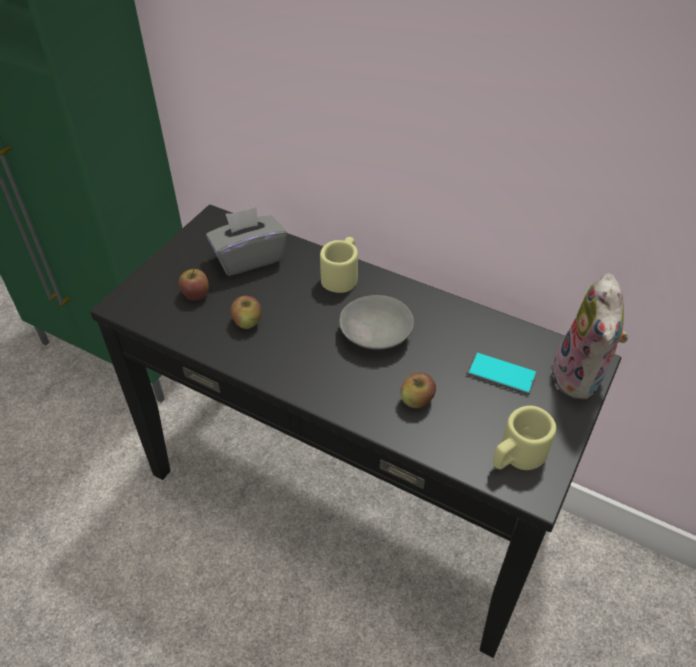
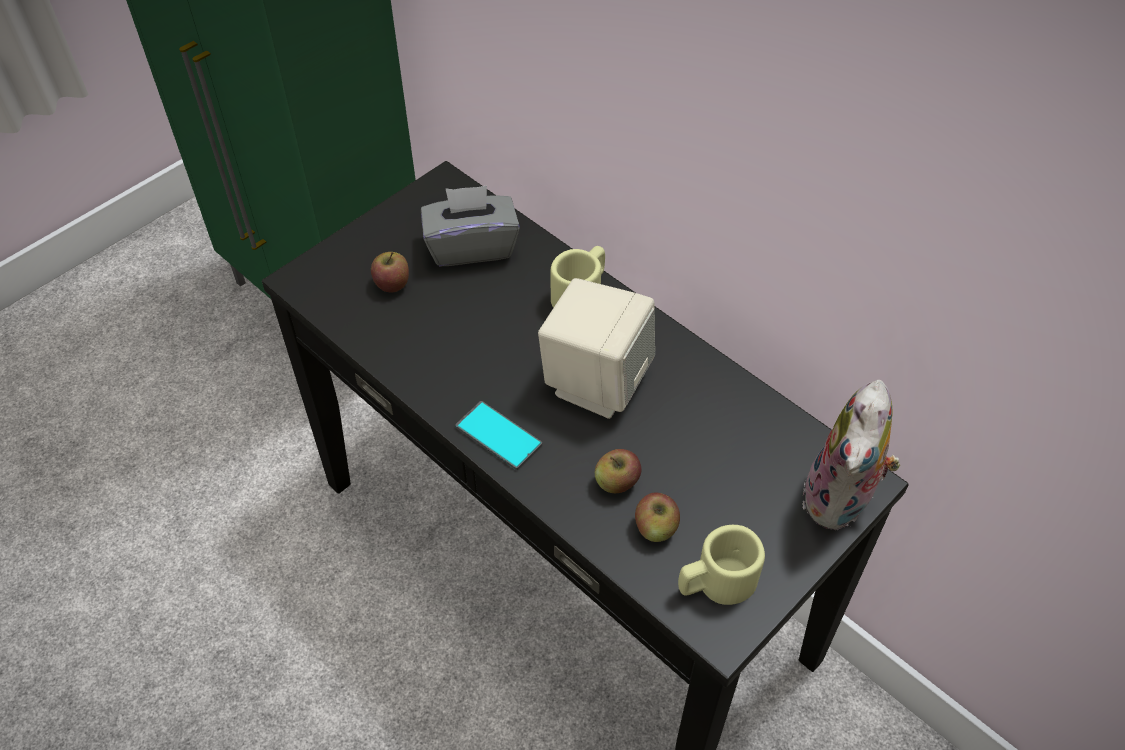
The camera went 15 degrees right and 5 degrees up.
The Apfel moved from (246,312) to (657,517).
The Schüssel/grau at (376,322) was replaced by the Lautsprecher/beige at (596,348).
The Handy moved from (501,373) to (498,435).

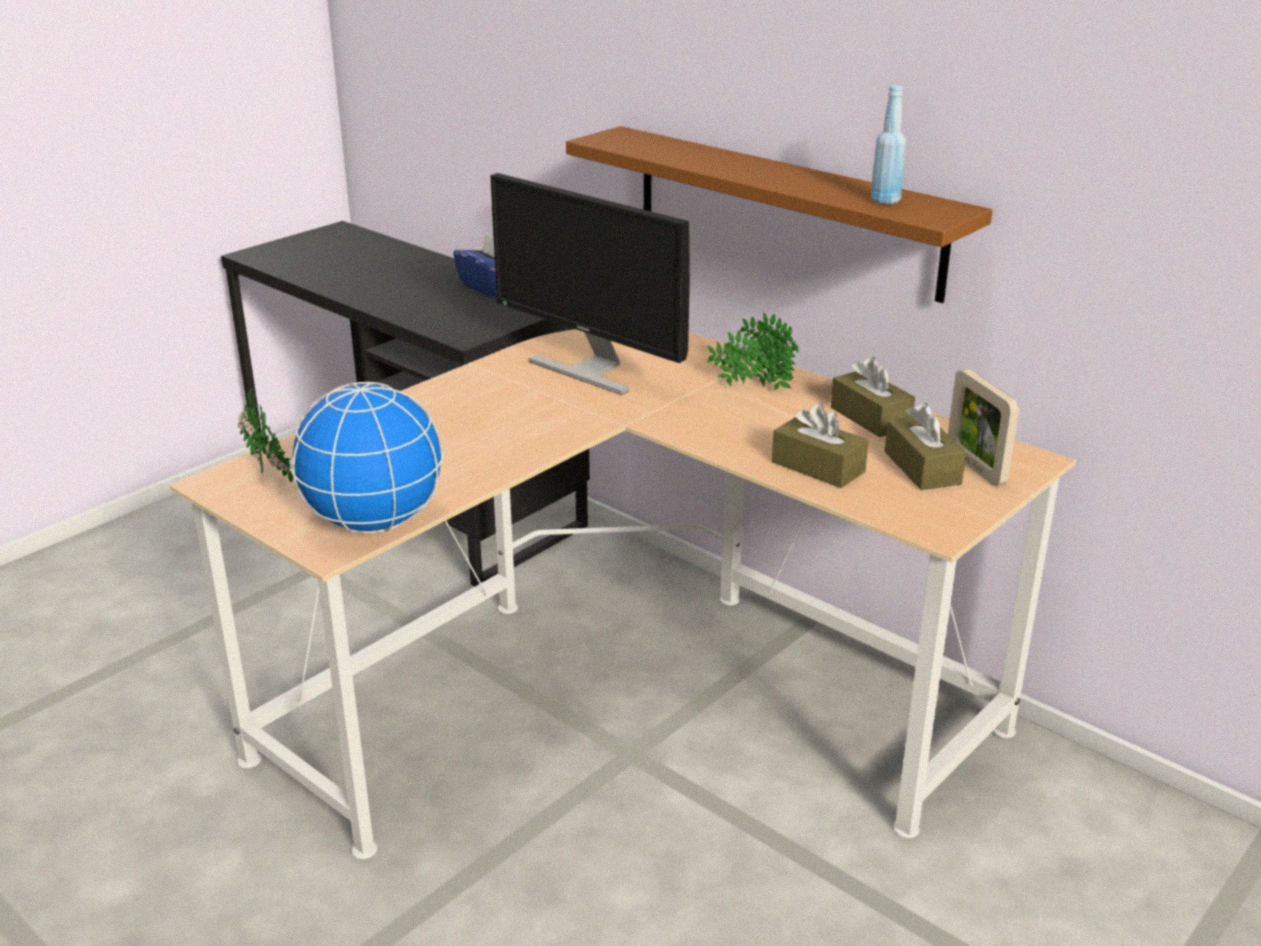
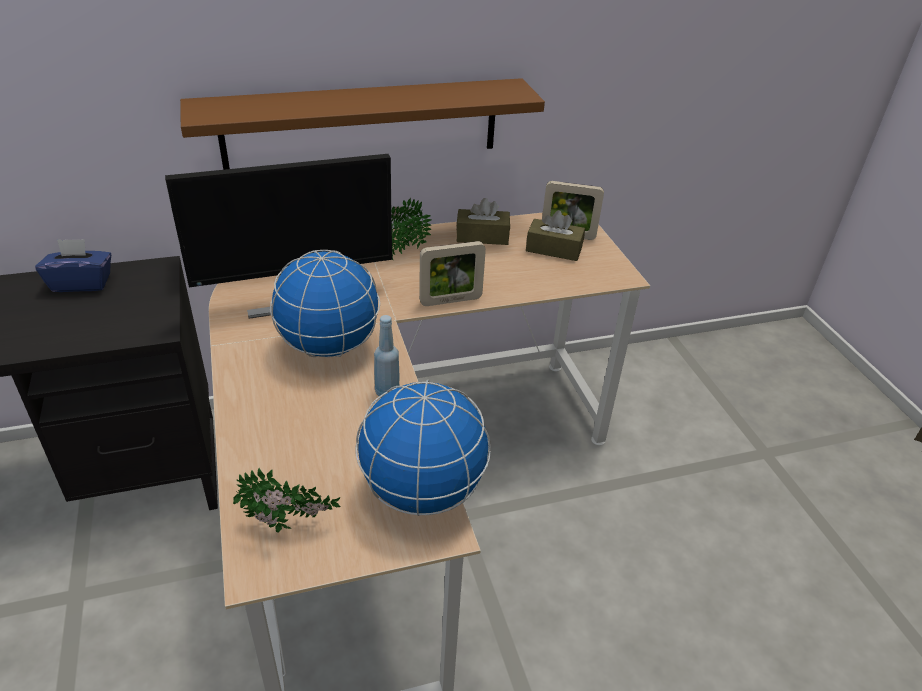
The camera went 60 degrees left and 10 degrees up.
The Taschentuchbox/braun at (820,445) disappeared.
The Flasche/blau moved from (888,144) to (387,356).
The Globus at (325,303) appeared.
The Bilderrahmen at (452,273) appeared.

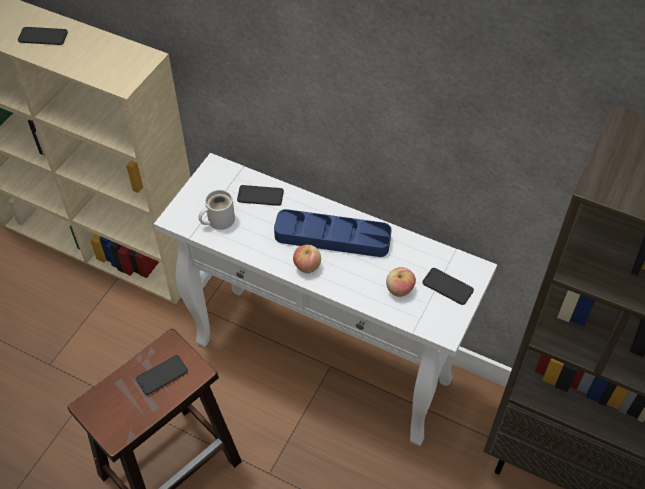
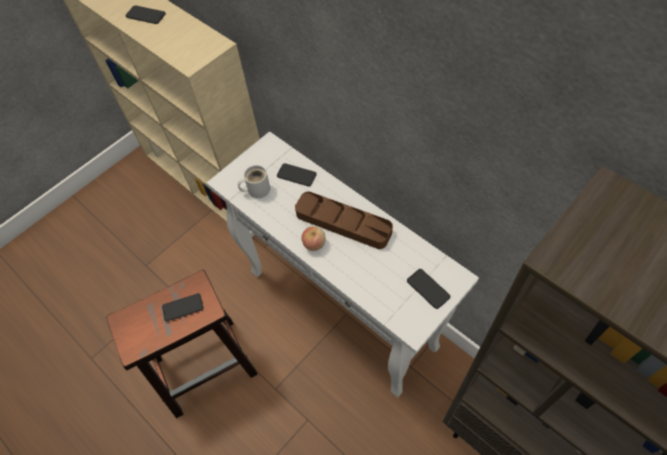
The camera went 20 degrees right and 5 degrees up.
The Tablett/blau at (333,233) became the Tablett/braun at (344,220).
The Apfel at (401,282) disappeared.

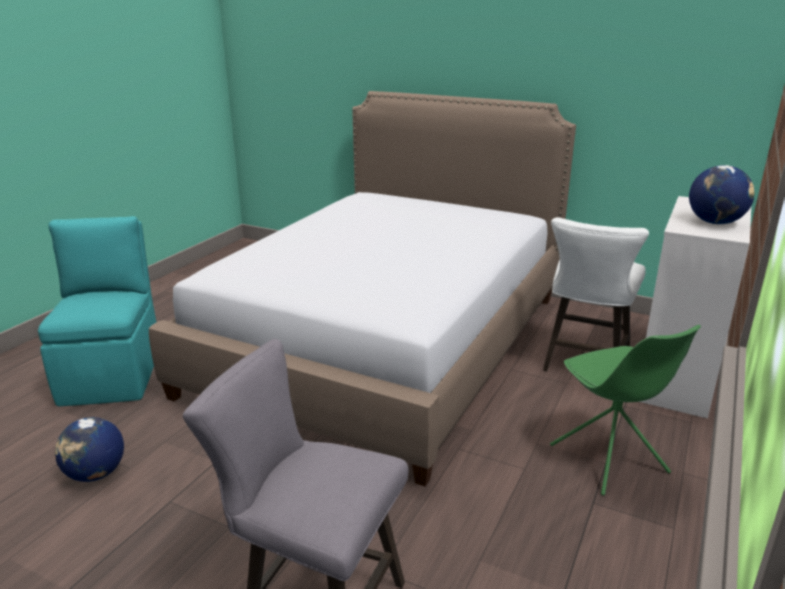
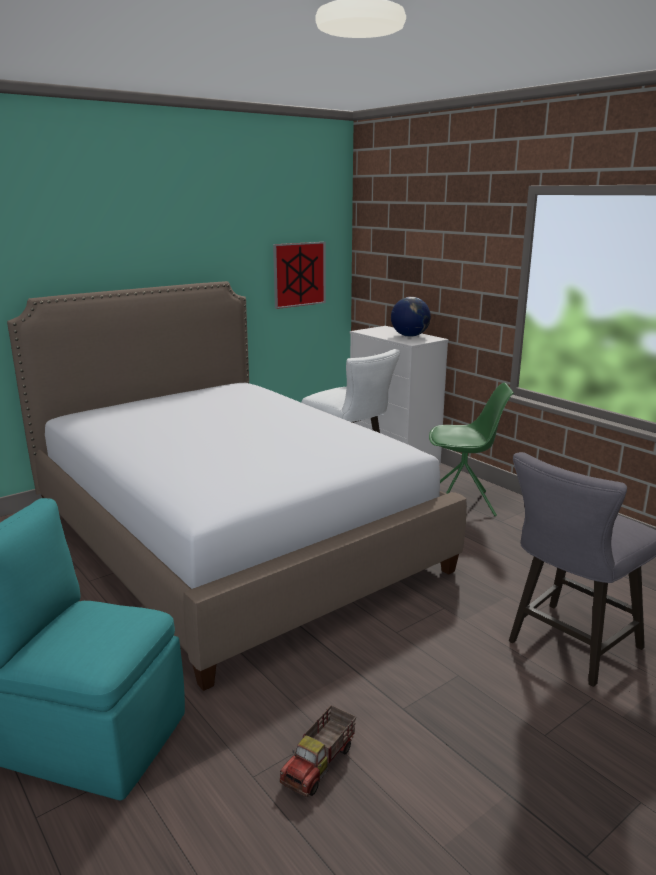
The camera went 65 degrees left and 5 degrees down.
The Globus at (89,449) was replaced by the Spielzeuglaster at (318,751).
The Bild at (299,275) appeared.

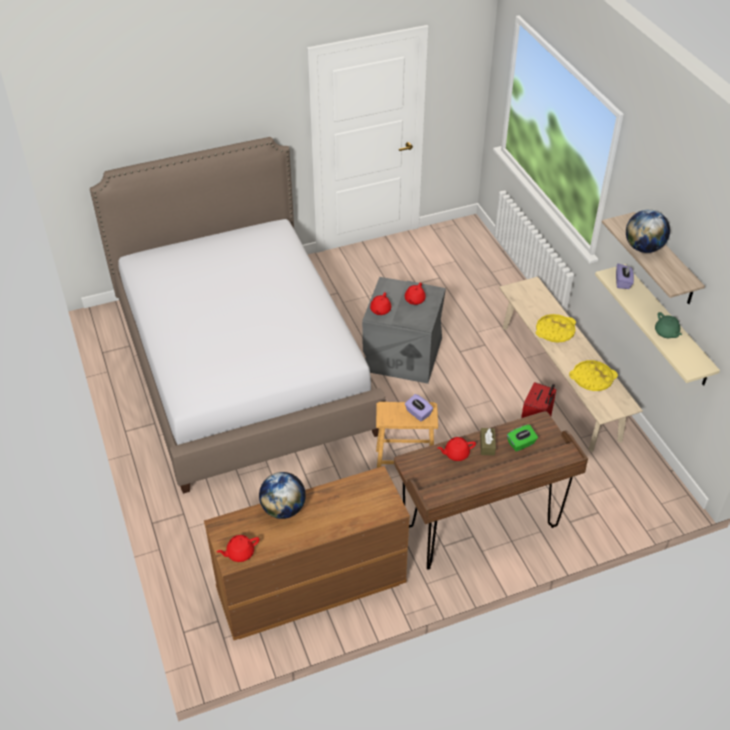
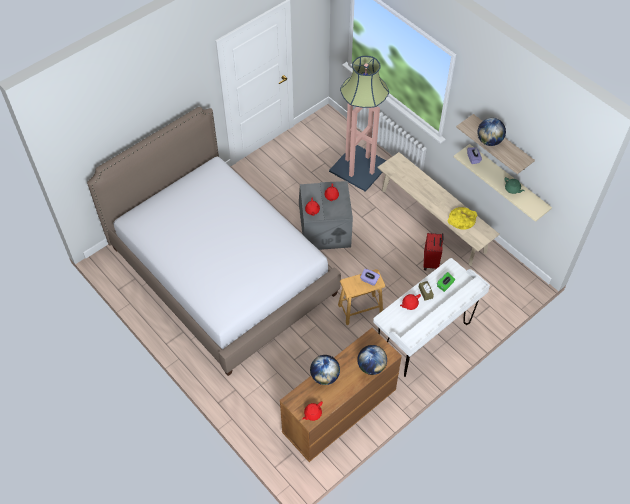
The camera went 20 degrees left and 10 degrees up.
The Schreibtisch/braun at (491,490) became the Schreibtisch/weiß at (431,317).
The Tablett/gelb at (556,328) disappeared.
The Stehlampe at (359,124) appeared.
The Globus at (372,360) appeared.

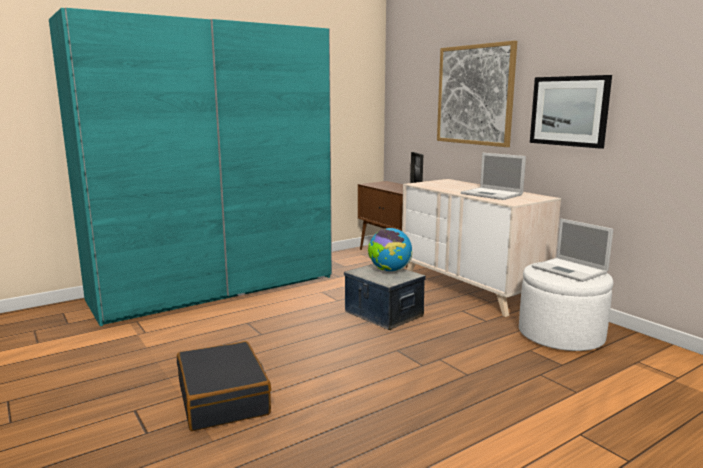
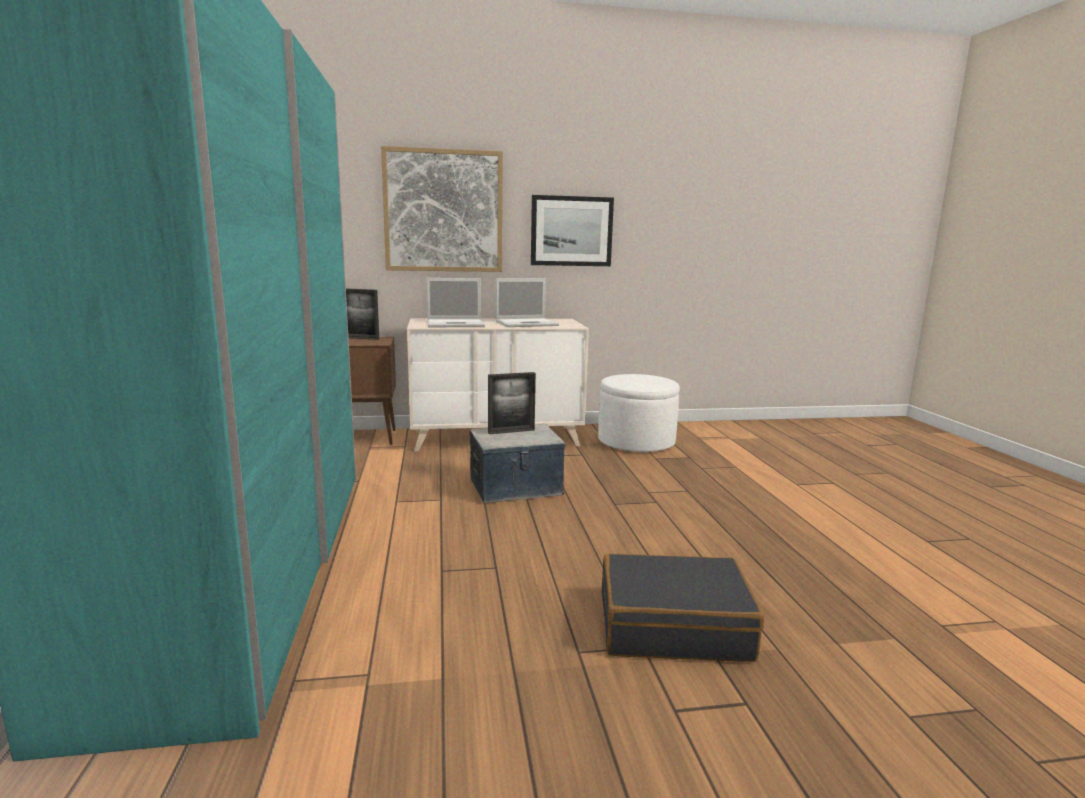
The camera went 65 degrees left and 0 degrees up.
The Globus at (390,250) was replaced by the Bilderrahmen at (512,403).
The Laptop moved from (572,250) to (455,302).

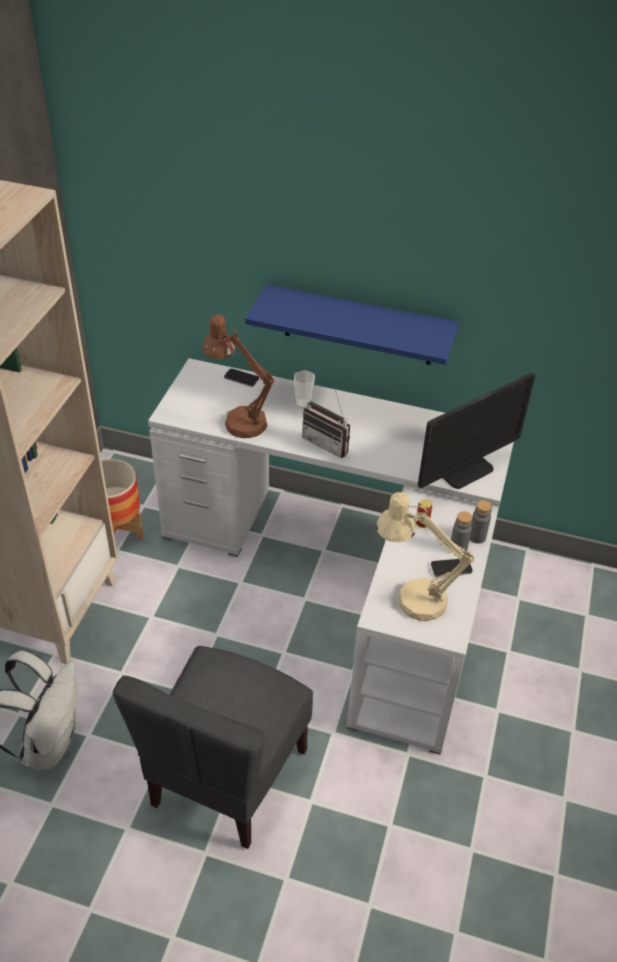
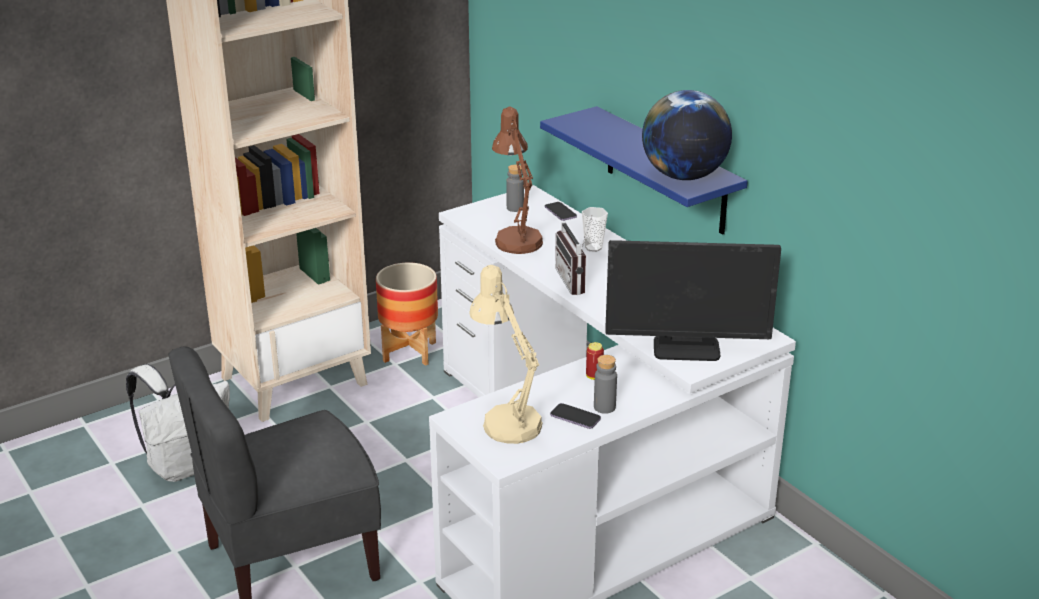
The camera went 40 degrees right and 15 degrees down.
The Flasche/grau moved from (481,522) to (515,188).
The Globus at (687,135) appeared.

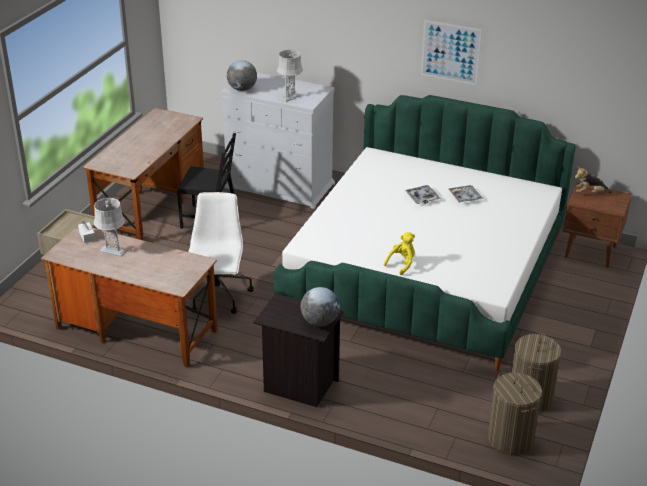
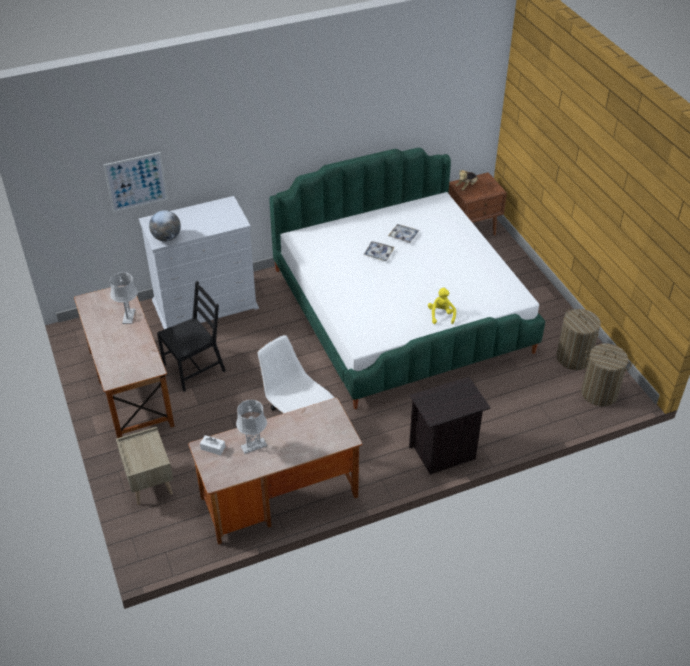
The camera went 45 degrees left and 10 degrees up.
The Tischlampe/grau moved from (290,76) to (124,298).
The Globus at (320,306) disappeared.
The Bild moved from (451,52) to (136,182).

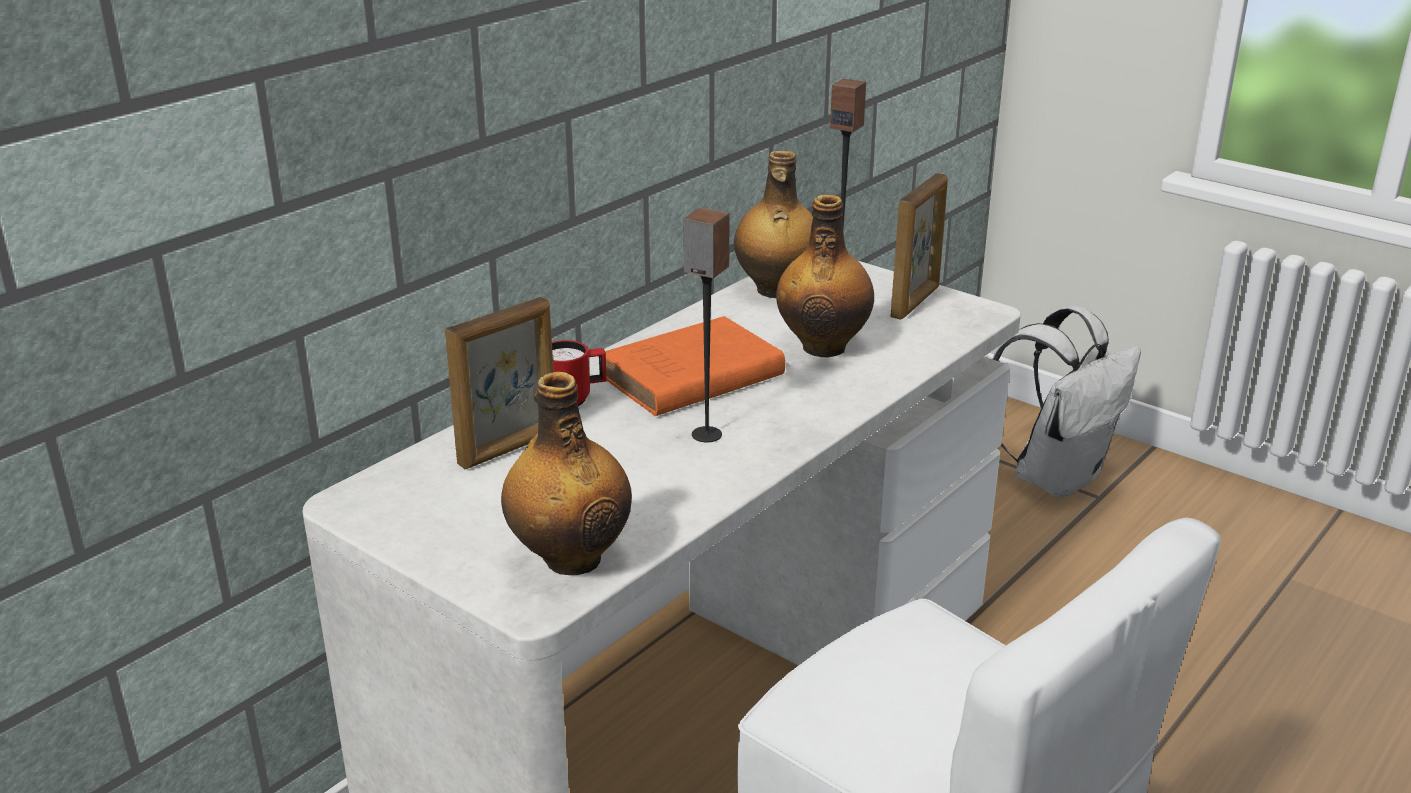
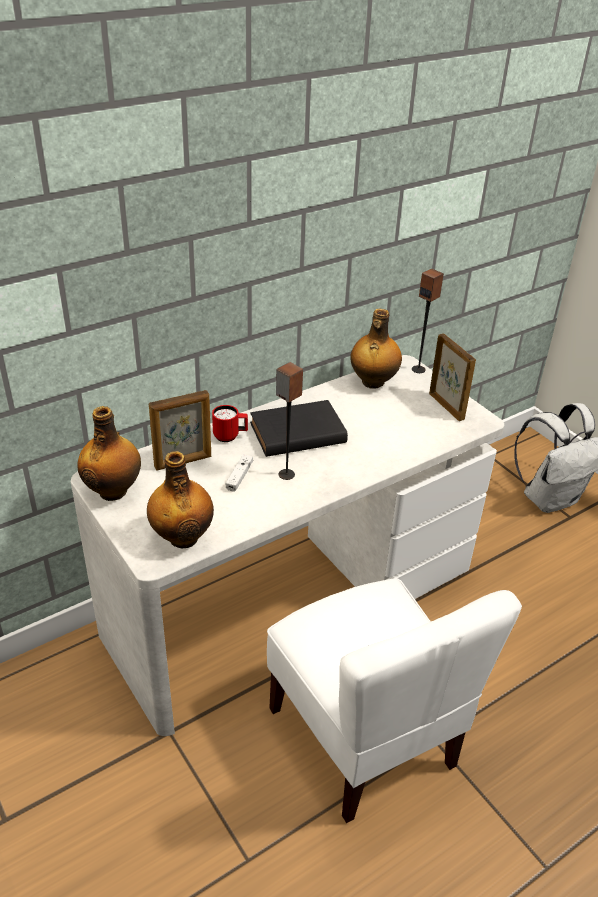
The camera went 15 degrees right and 10 degrees up.
The Buch/orange at (695,366) became the Buch/schwarz at (299,428).
The Flasche moved from (825,276) to (109,453).
The Bilderrahmen at (919,246) turned 75 degrees counterclockwise.
The Gamepad/weiß at (239,473) appeared.

